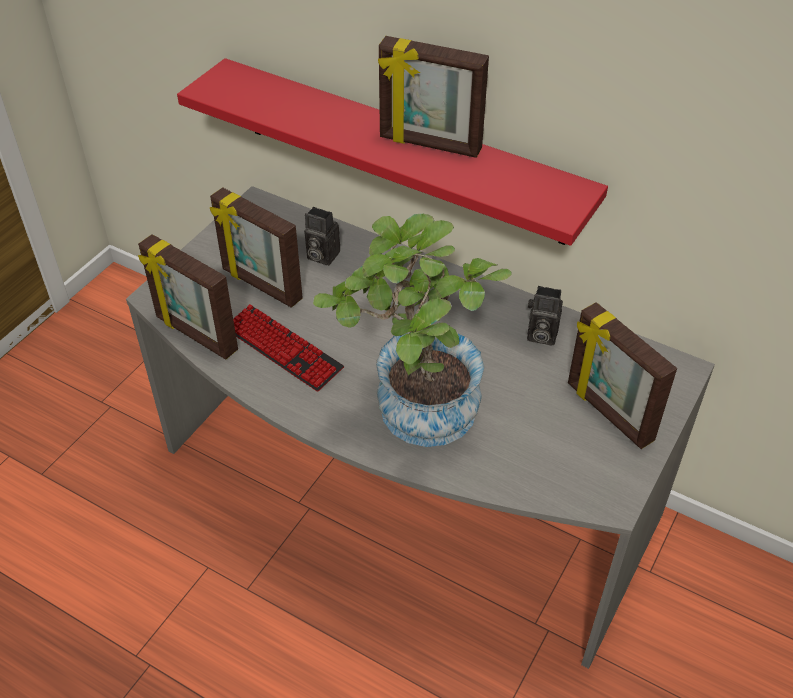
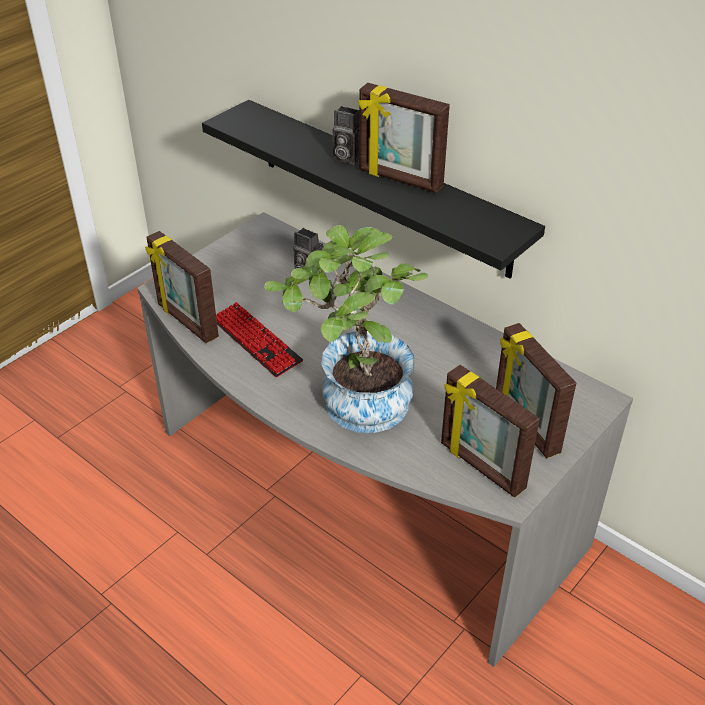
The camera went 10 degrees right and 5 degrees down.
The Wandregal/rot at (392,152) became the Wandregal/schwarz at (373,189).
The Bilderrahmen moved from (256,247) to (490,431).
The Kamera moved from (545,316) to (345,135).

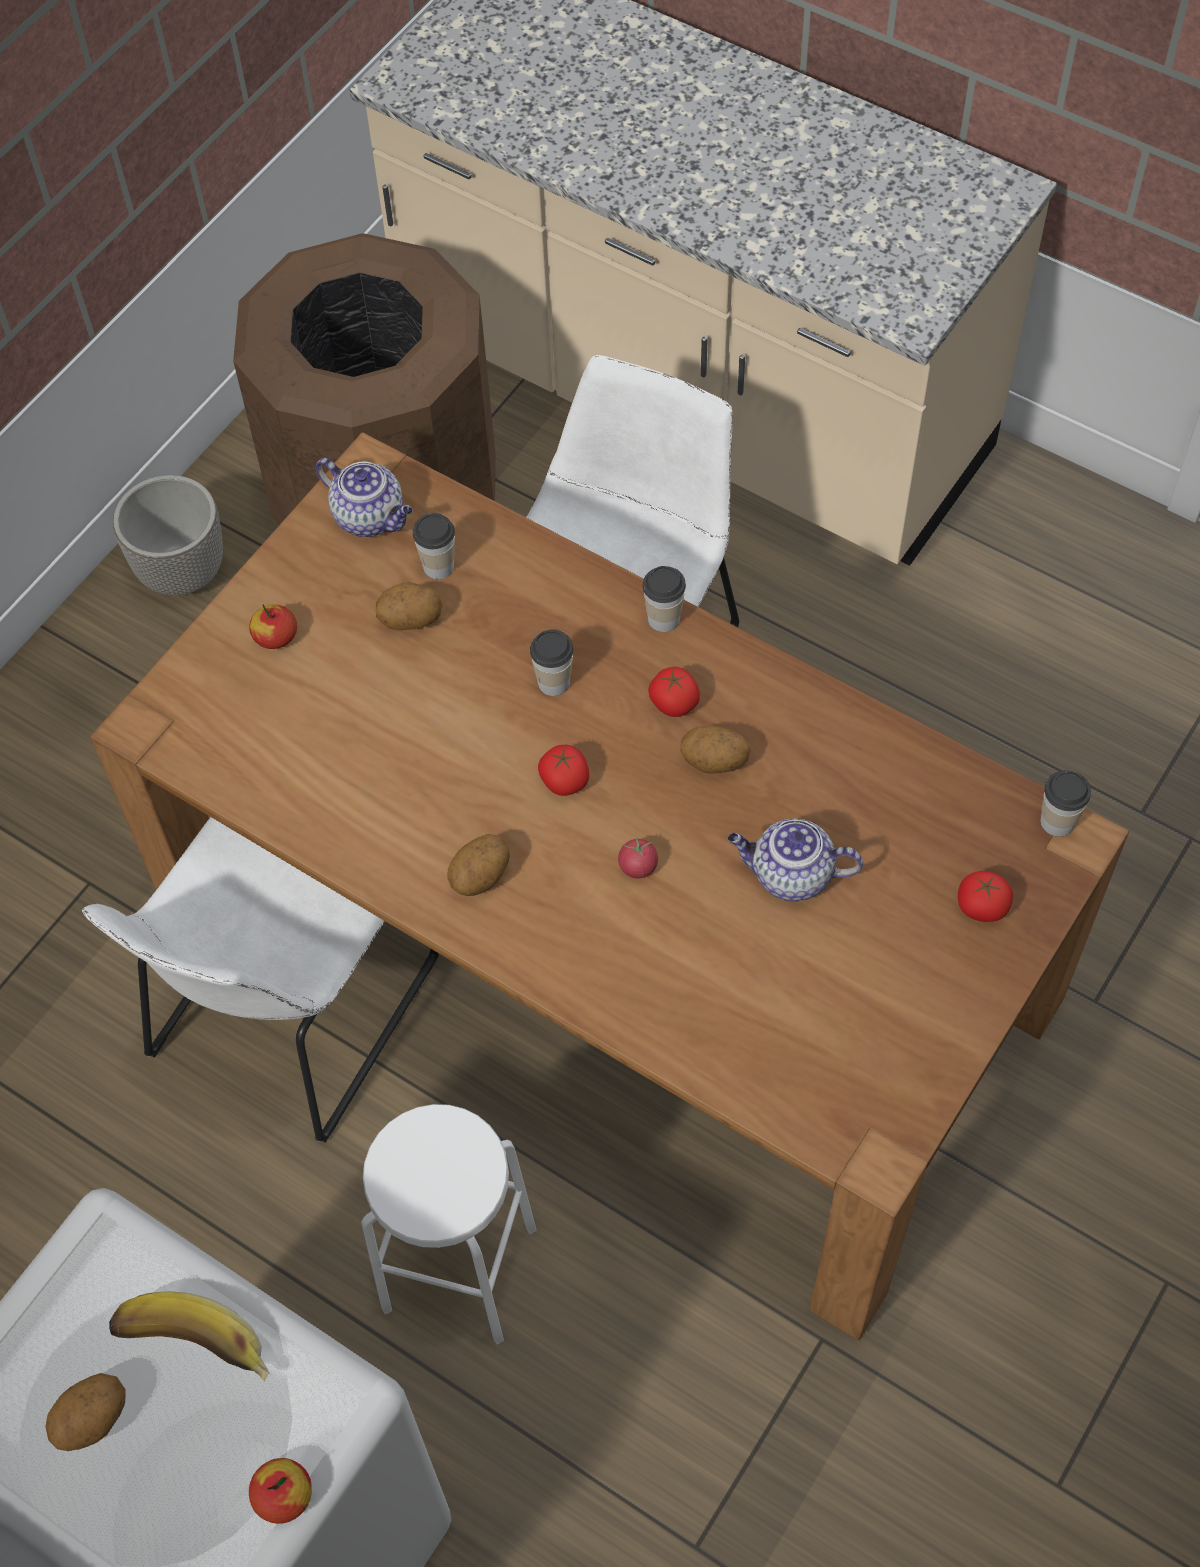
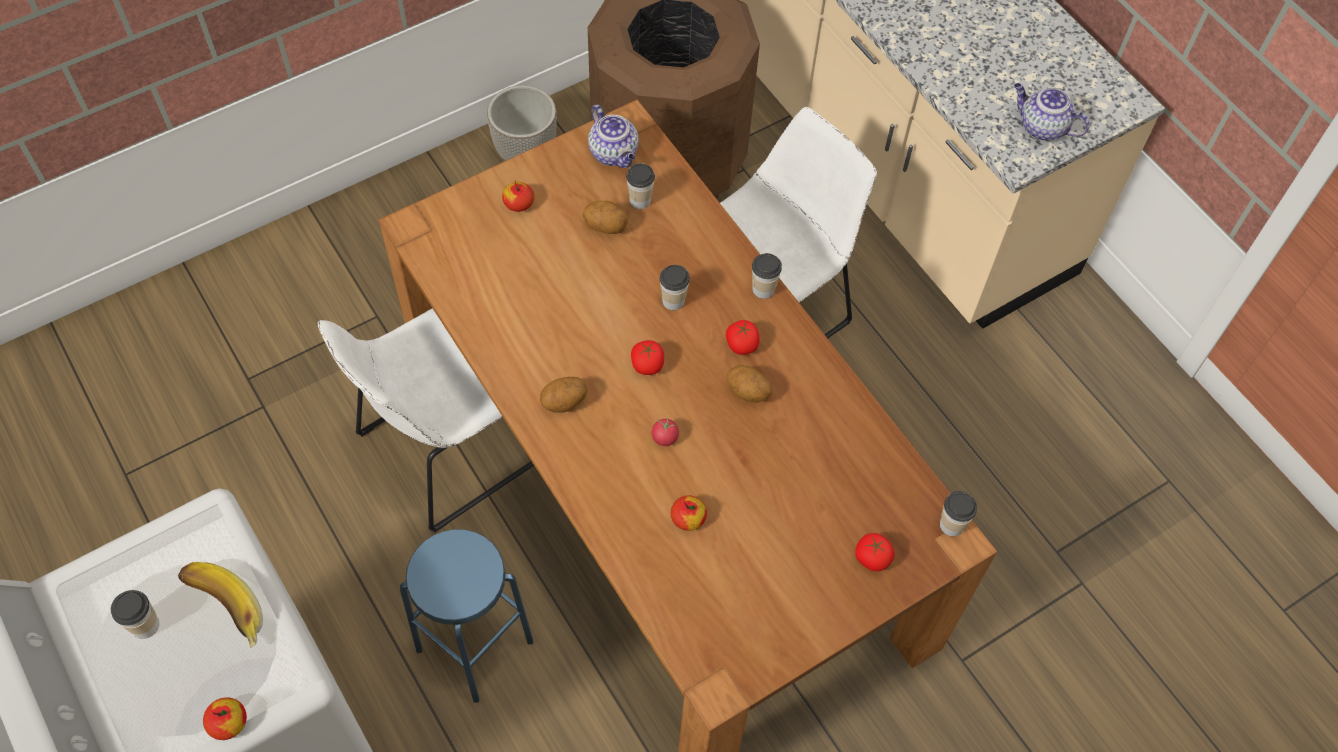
The camera went 20 degrees right and 0 degrees up.
The Kartoffel at (86,1412) was replaced by the Tasse at (135,614).
The Hocker/weiß at (448,1224) became the Hocker/blau at (466,616).
The Teekanne moved from (795,860) to (1052,112).
The Apfel at (689,513) appeared.

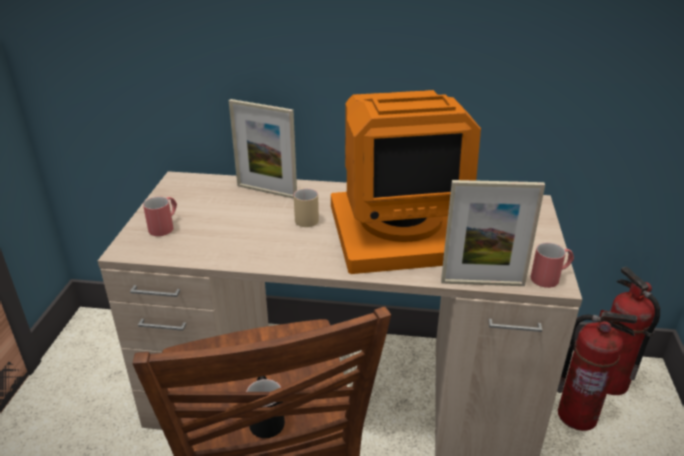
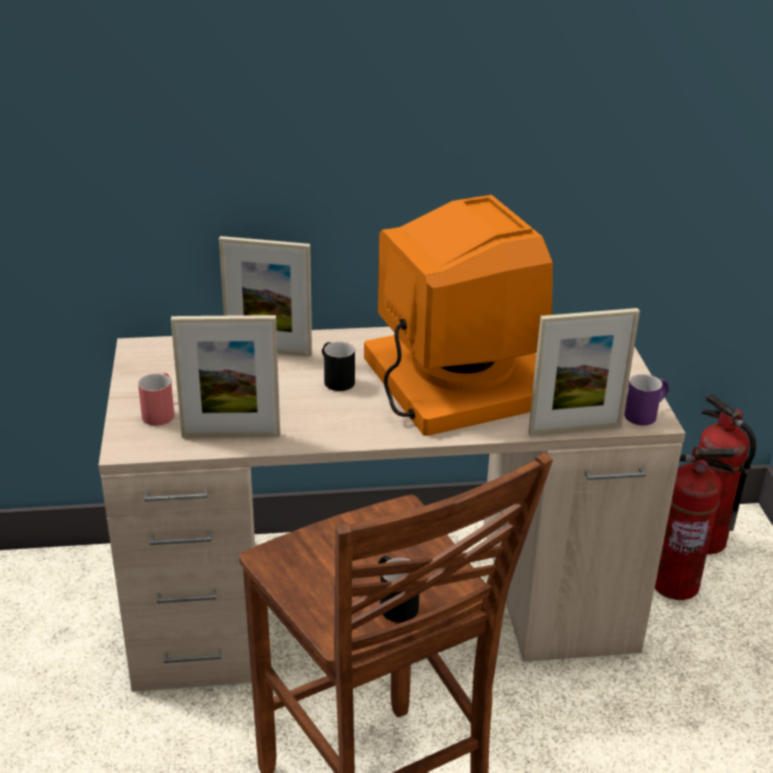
The camera went 15 degrees left and 0 degrees up.
The Henkelbecher/beige at (306,207) became the Henkelbecher/schwarz at (338,366).
The Monitor at (406,182) turned 90 degrees counterclockwise.
The Henkelbecher/rot at (552,265) became the Henkelbecher/lila at (646,399).
The Bilderrahmen at (225,376) appeared.

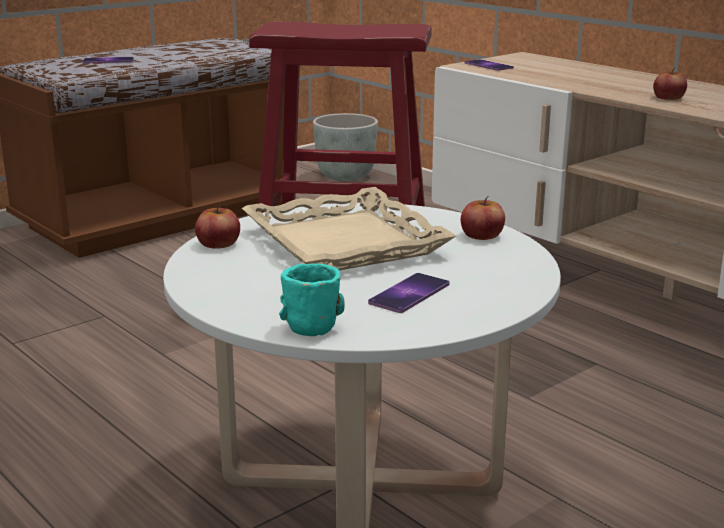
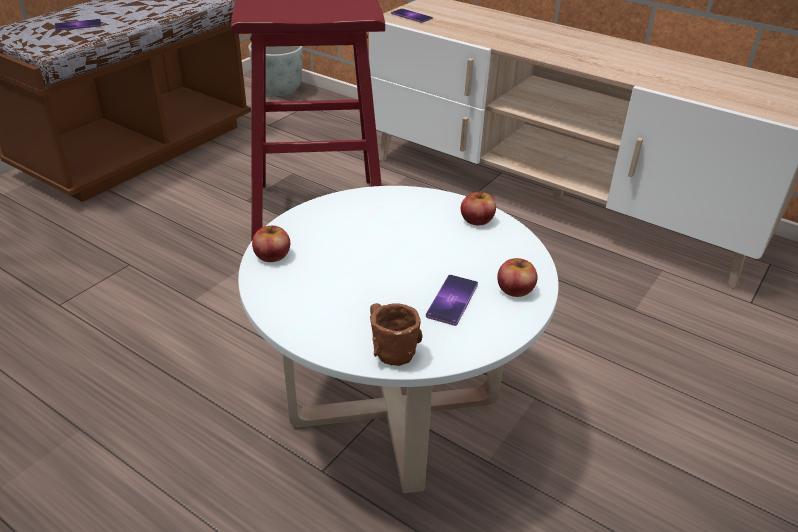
The camera went 15 degrees left and 15 degrees up.
The Tablett/beige at (349,228) disappeared.
The Henkelbecher/türkis at (312,299) became the Henkelbecher/braun at (396,334).
The Apfel moved from (670,84) to (517,277).

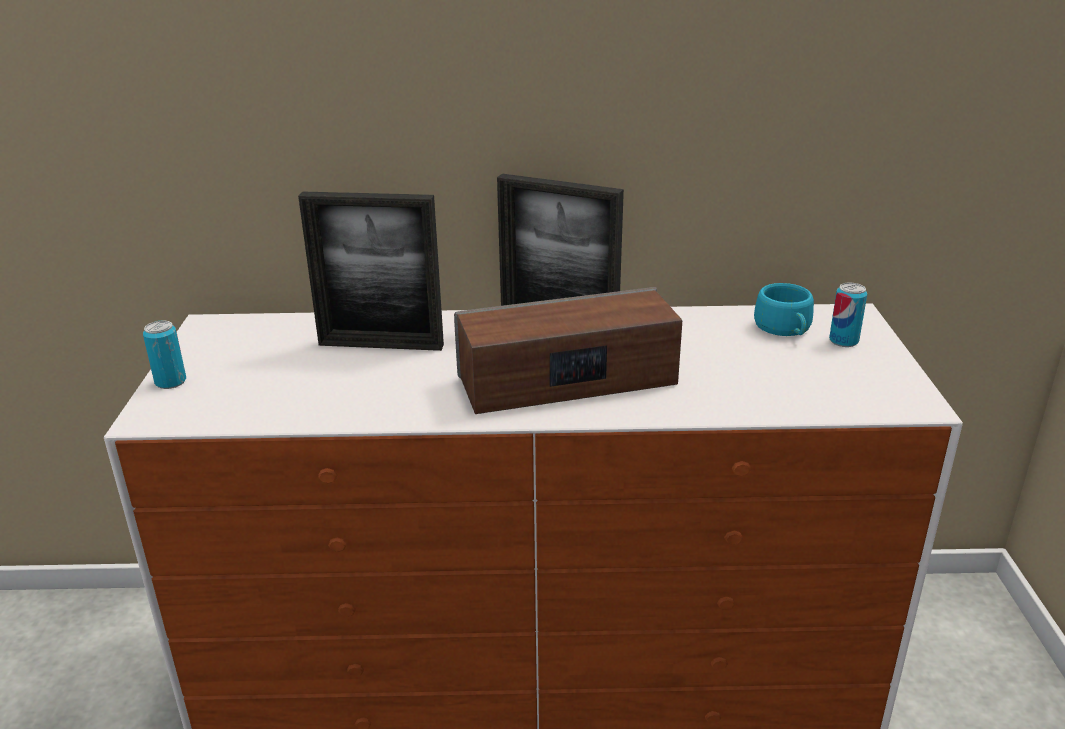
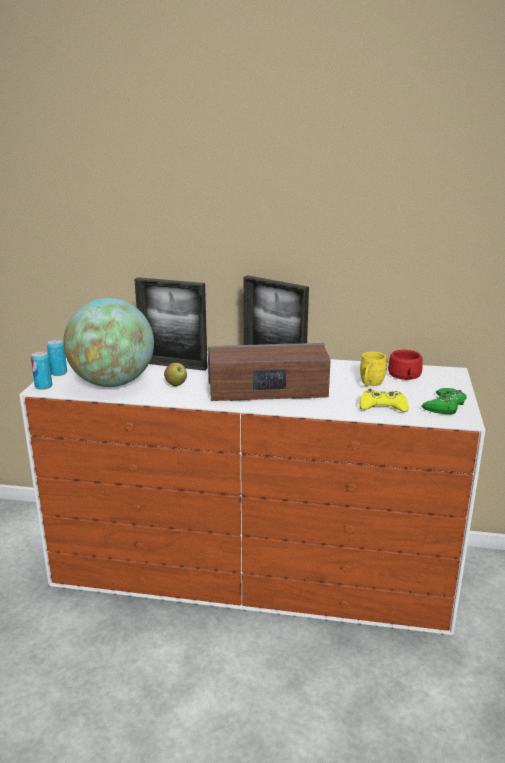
The camera went 10 degrees right and 5 degrees down.
The Tasse/türkis at (784,309) became the Tasse/rot at (405,365).
The Dose moved from (848,314) to (41,370).
The Globus at (108,342) appeared.
The Apfel at (175,374) appeared.
The Henkelbecher/gelb at (373,369) appeared.
The Gamepad/gelb at (384,400) appeared.
The Gamepad/grün at (444,401) appeared.

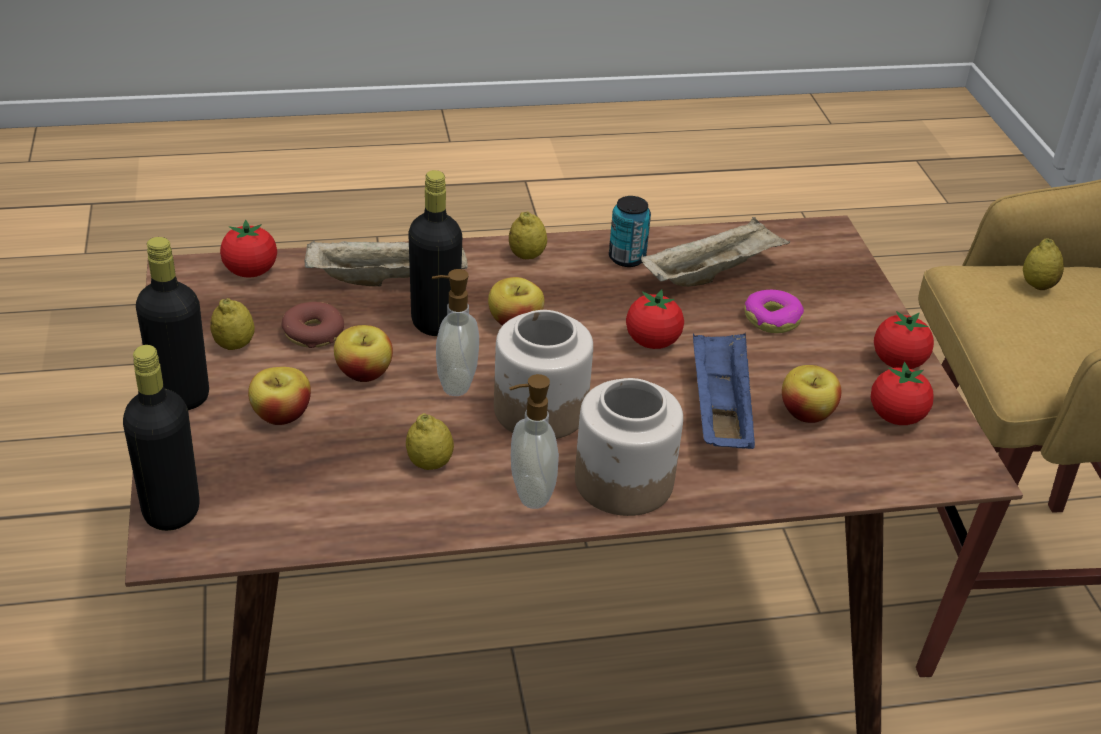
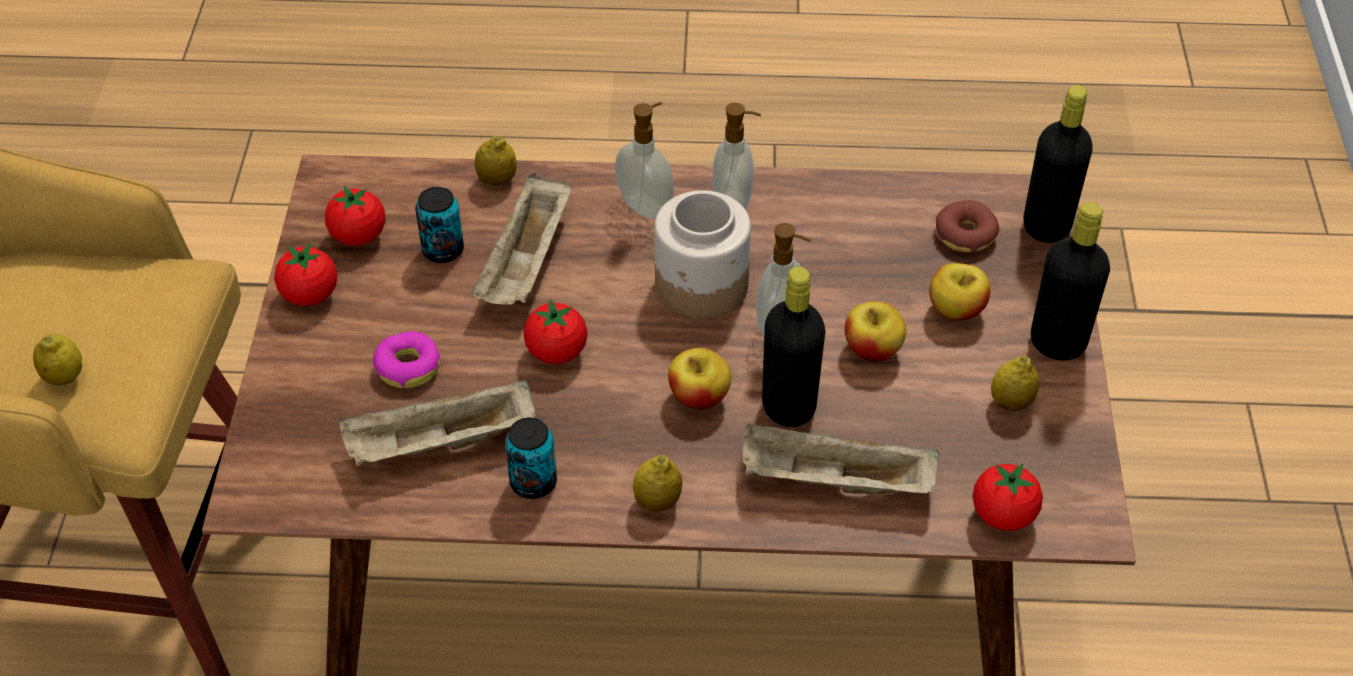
The camera went 165 degrees left and 10 degrees up.
The Donut moved from (312,325) to (967,226).
The Zitrone moved from (430,441) to (496,161).
The Vorratsglas at (629,447) was replaced by the Seifenspender at (644,160).
The Tablett/blau at (724,391) became the Tablett/beige at (521,239).
The Apfel at (811,394) was replaced by the Dose at (439,225).

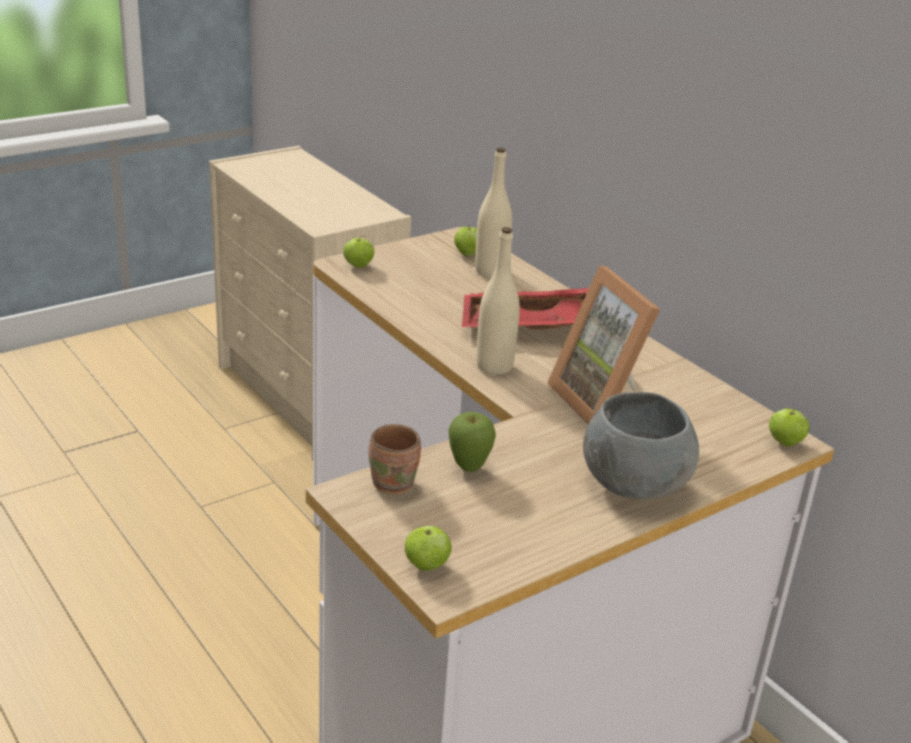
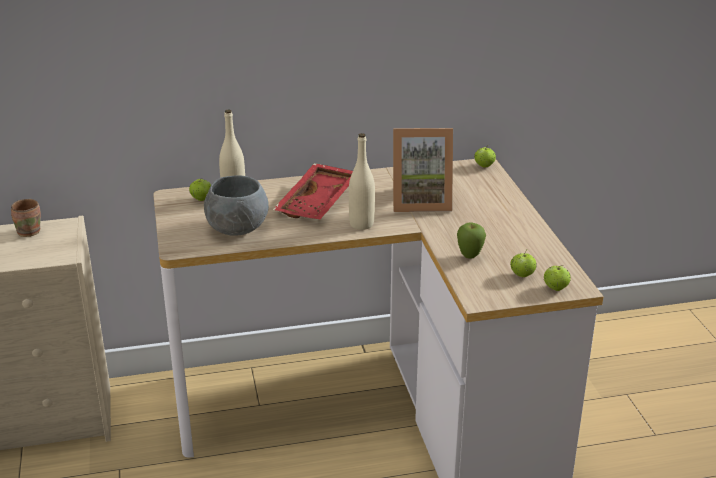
The camera went 65 degrees left and 0 degrees up.
The Apfel moved from (359,251) to (523,263).
The Henkelbecher/braun moved from (394,459) to (26,218).
The Schüssel/grau moved from (641,446) to (236,205).

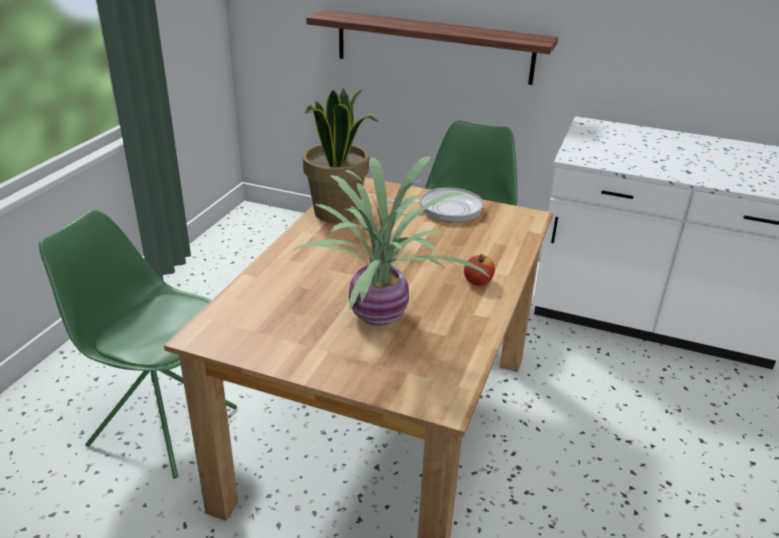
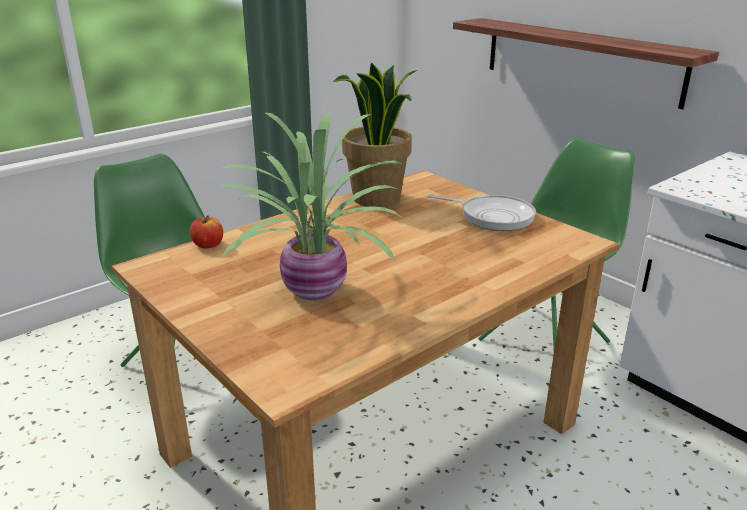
The camera went 30 degrees right and 5 degrees down.
The Apfel moved from (479,270) to (206,231).

